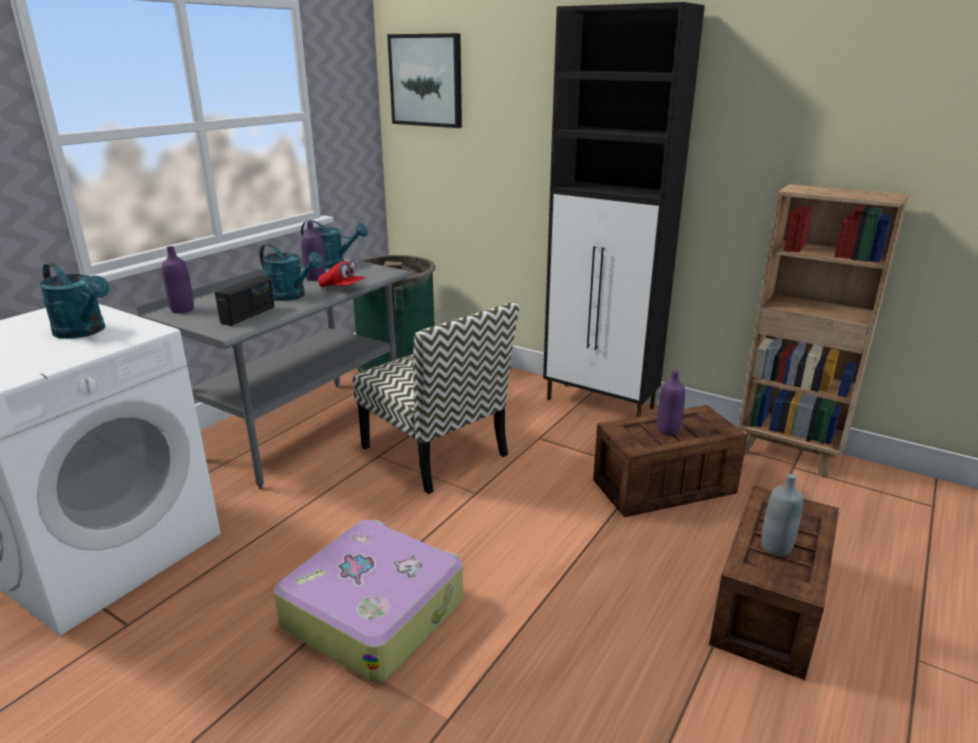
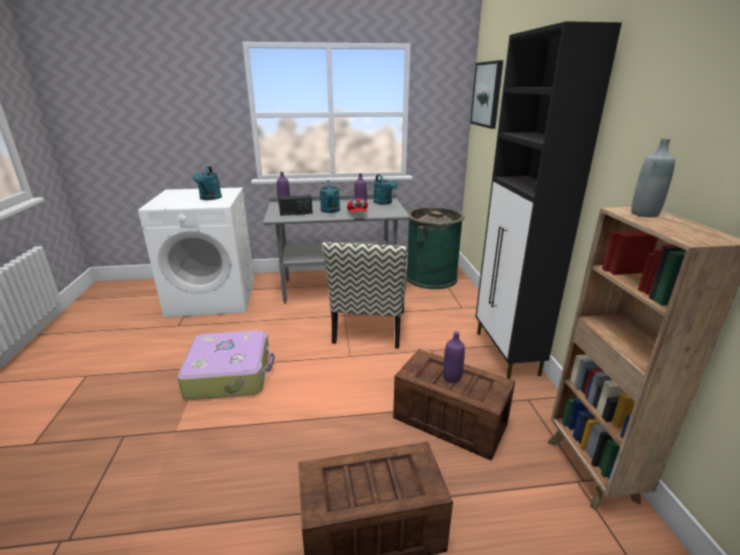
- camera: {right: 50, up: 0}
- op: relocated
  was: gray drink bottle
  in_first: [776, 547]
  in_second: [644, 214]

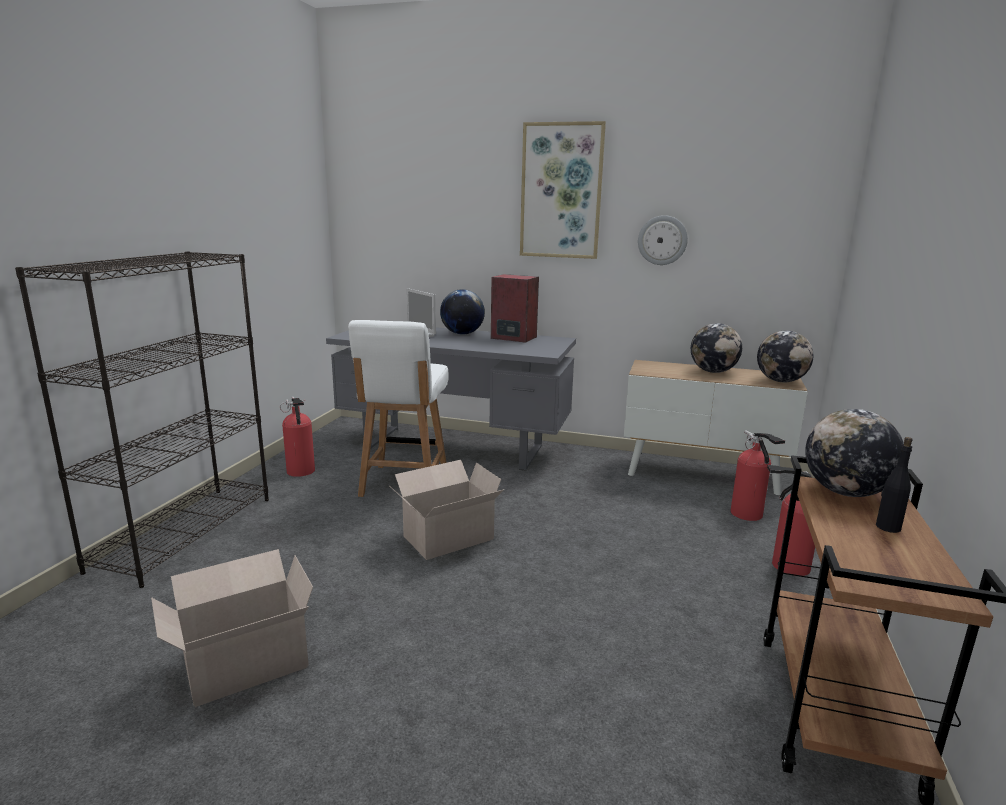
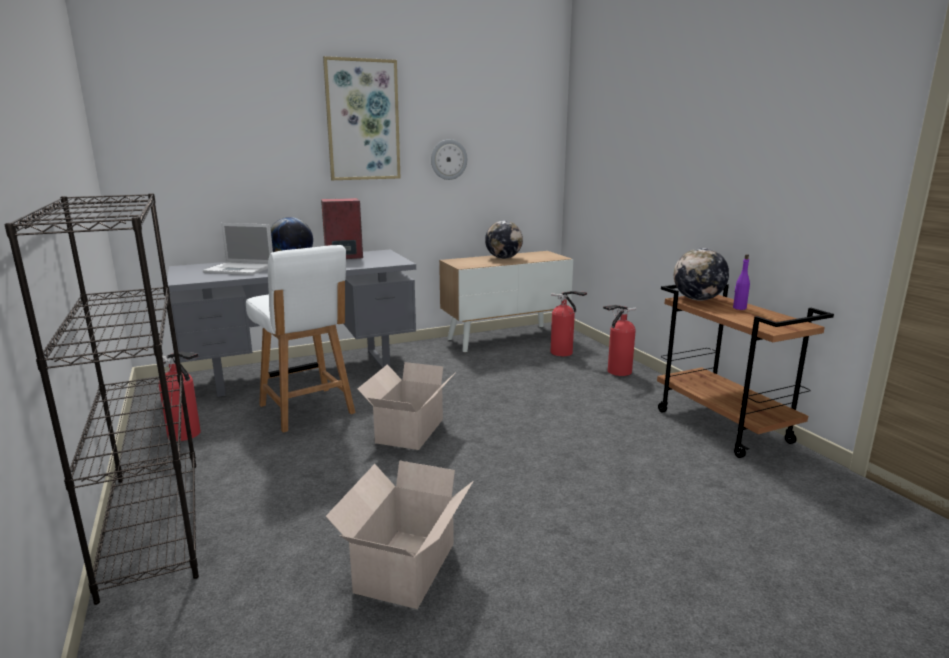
- camera: {right: -40, up: 0}
- op: missing
  was: globe
  in_first: [780, 381]
- op: colour
  was: blackish drink bottle
  now: purple drink bottle
  in_first: [887, 527]
  in_second: [739, 308]

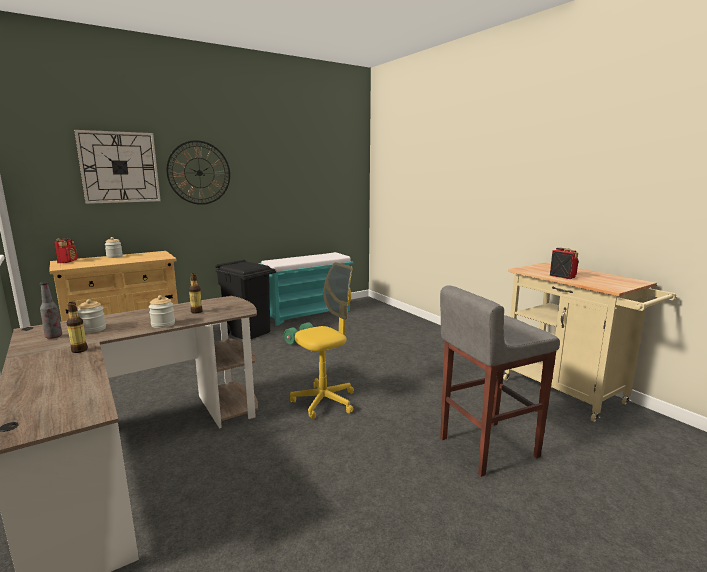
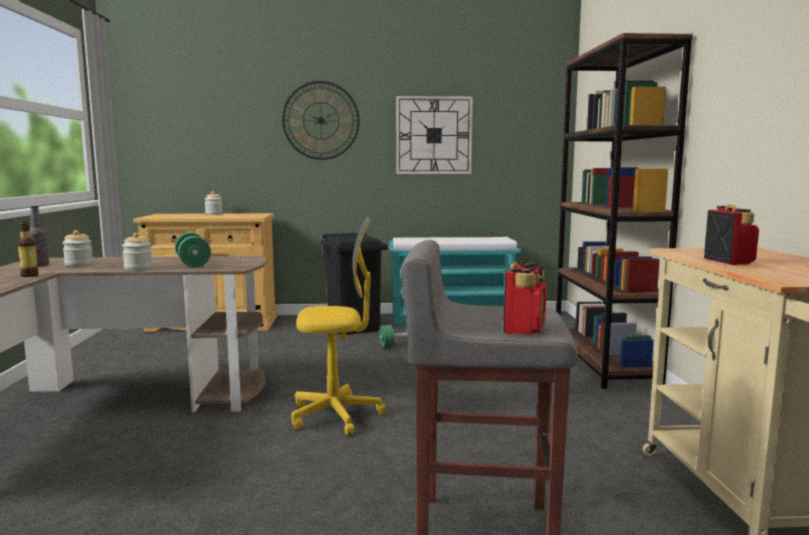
- camera: {right: 30, up: -5}
- op: appeared
  now: brown-coloured bookcase
  in_second: [603, 363]
- op: relocated
  was: radio
  in_first: [68, 261]
  in_second: [524, 328]
- op: relocated
  was: clock on the wall
  in_first: [119, 167]
  in_second: [433, 135]
- op: exchanged
  was: drink bottle
  now: green-coloured dumbbell
  in_first: [196, 312]
  in_second: [193, 263]

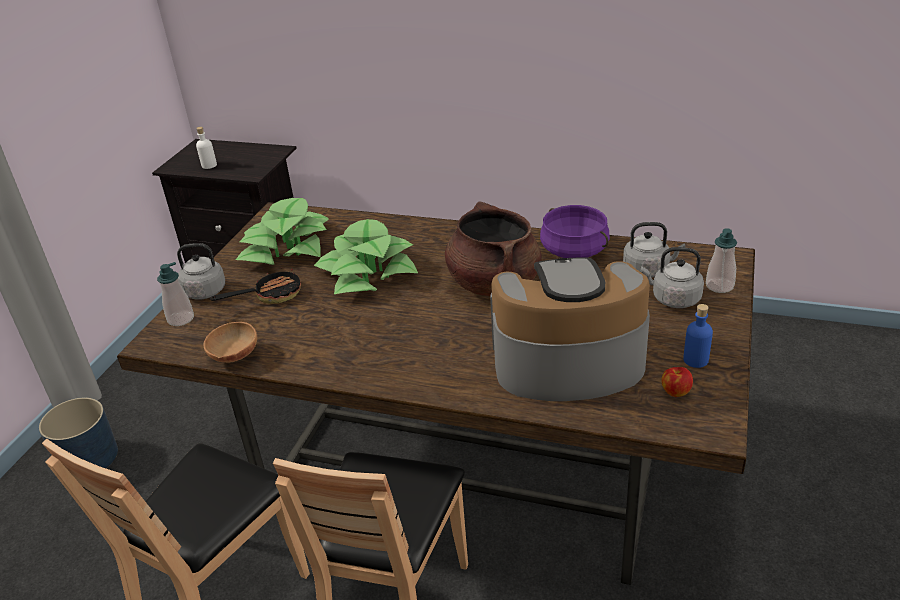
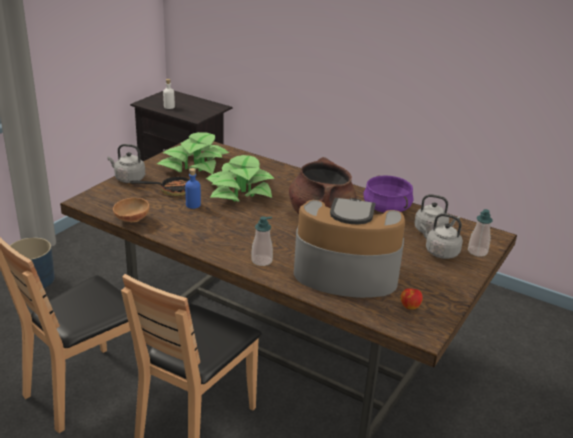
- camera: {right: 10, up: -5}
- op: relocated
  was: soap bottle
  in_first: [181, 319]
  in_second: [261, 261]
- op: relocated
  was: blue drink bottle
  in_first: [695, 360]
  in_second: [193, 205]

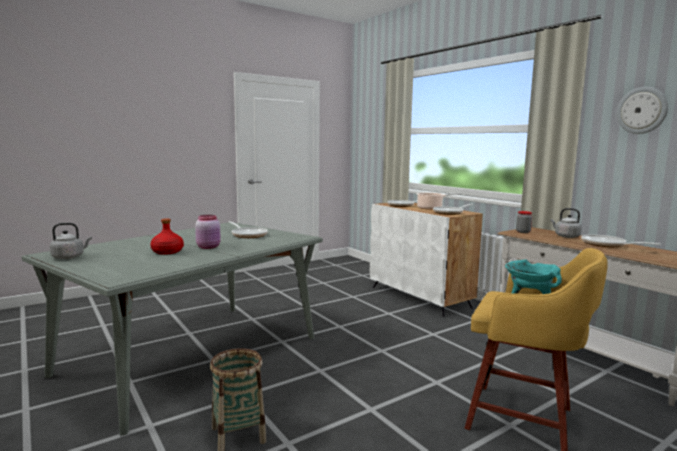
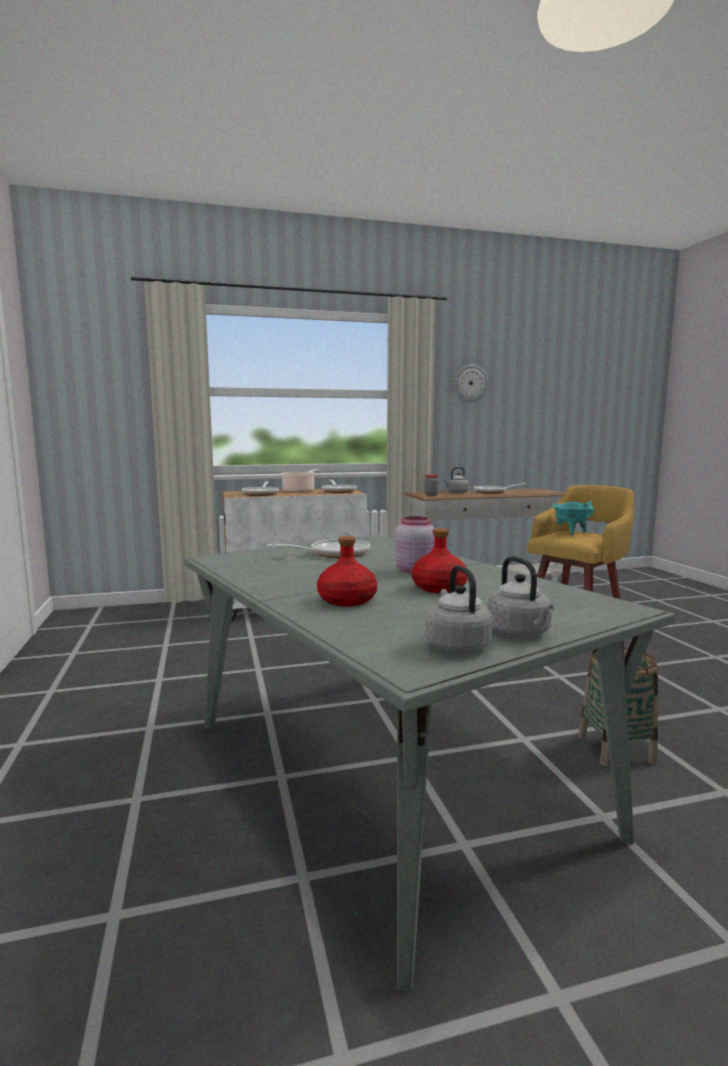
- camera: {right: -70, up: 0}
- op: appeared
  now: red drink bottle
  in_second: [346, 600]
- op: appeared
  now: gray tea kettle
  in_second: [520, 633]

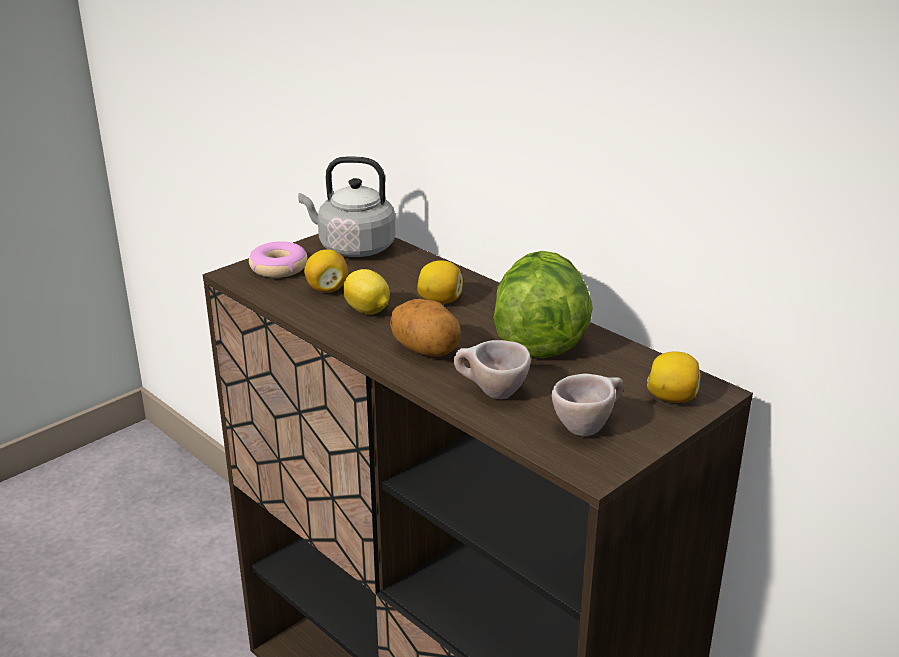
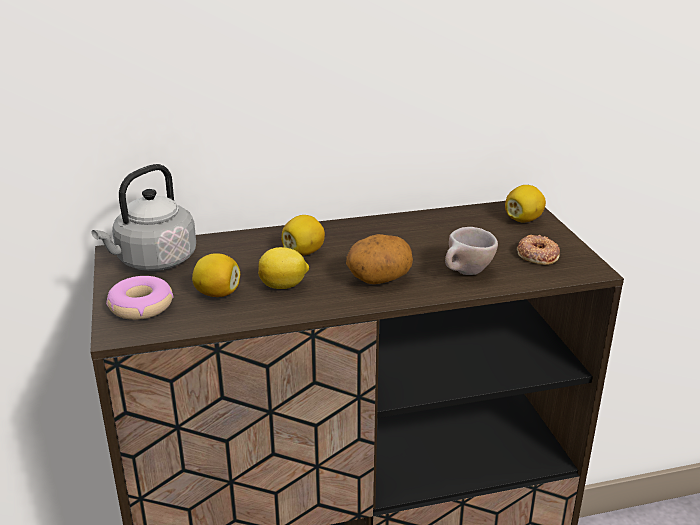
- camera: {right: -60, up: 0}
- op: missing
  was: lettuce
  in_first: [539, 337]
- op: exchanged
  was: beige-coloured drinking cup
  now: ring doughnut
  in_first: [588, 426]
  in_second: [537, 255]

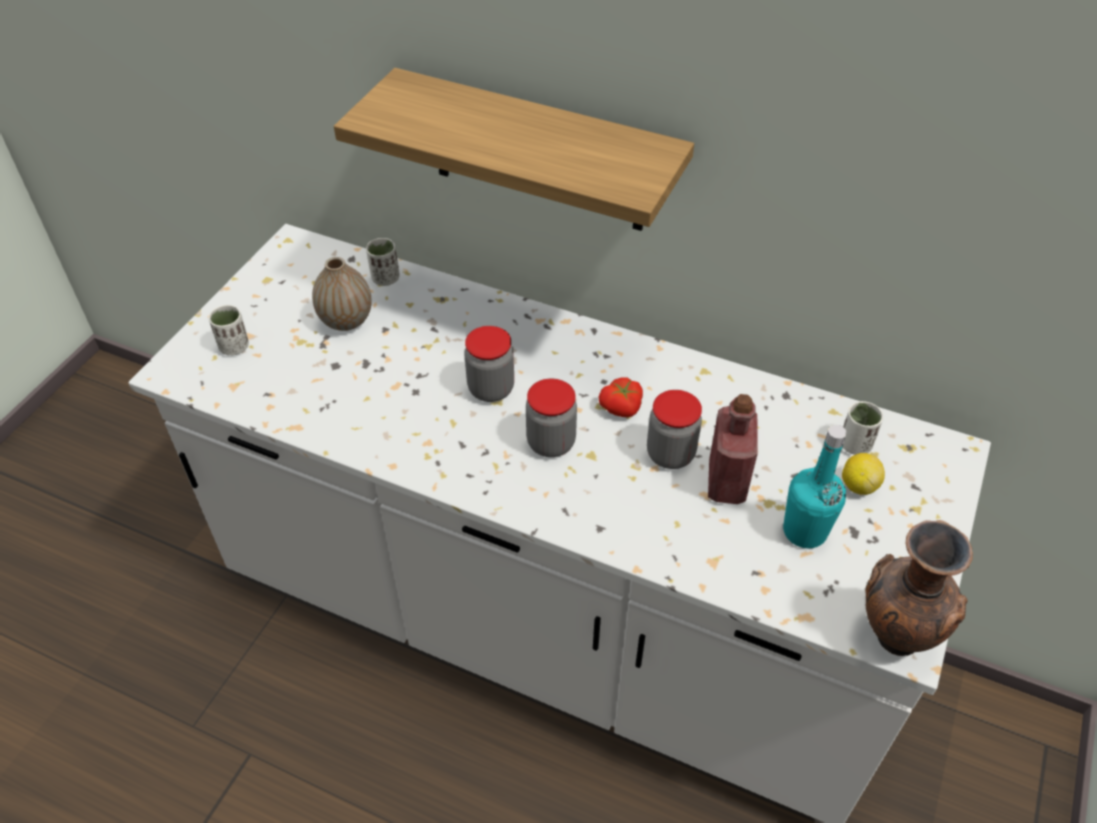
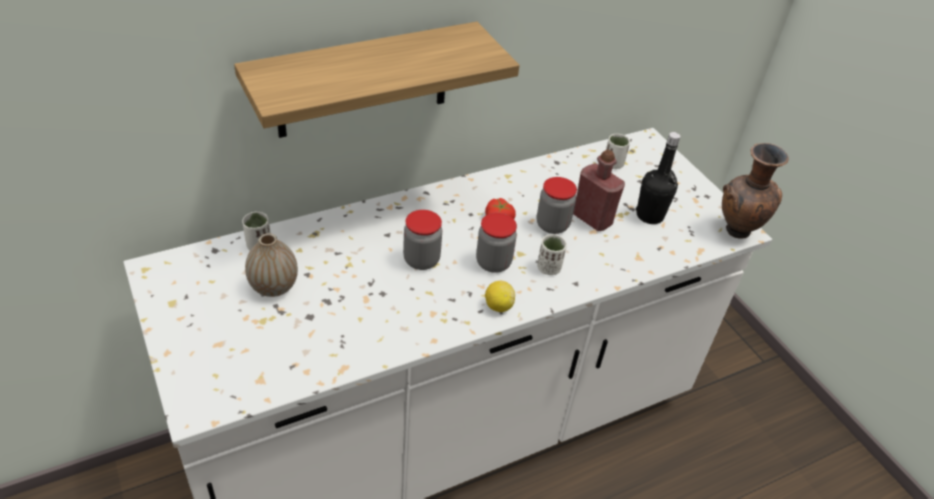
- camera: {right: -55, up: -5}
- op: relocated
  was: white-coloured drinking cup
  in_first: [234, 347]
  in_second: [548, 268]
- op: relocated
  was: whole lemon
  in_first: [858, 485]
  in_second: [498, 306]
- op: colour
  was: turquoise drink bottle
  now: blackish drink bottle
  in_first: [804, 531]
  in_second: [649, 215]

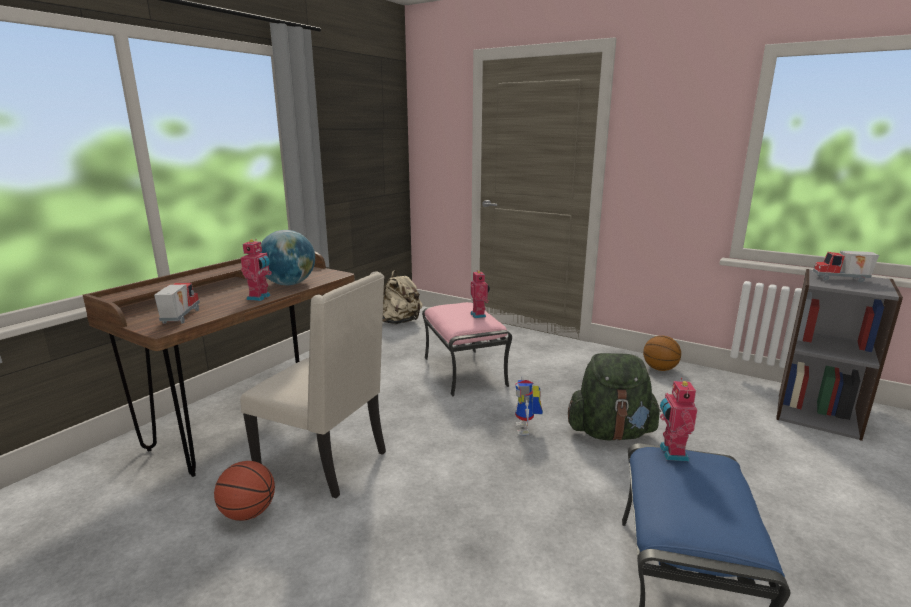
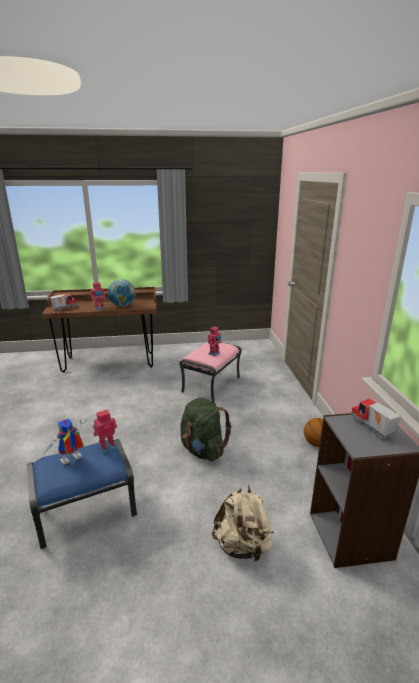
- camera: {right: 50, up: 5}
- op: missing
  was: ball for basketball
  in_first: [248, 513]
- op: missing
  was: beige-coloured upright chair
  in_first: [326, 462]
- op: relocated
  was: beige-coloured rucksack
  in_first: [400, 322]
  in_second: [242, 546]
- op: relocated
  was: robot figure
  in_first: [526, 430]
  in_second: [70, 461]

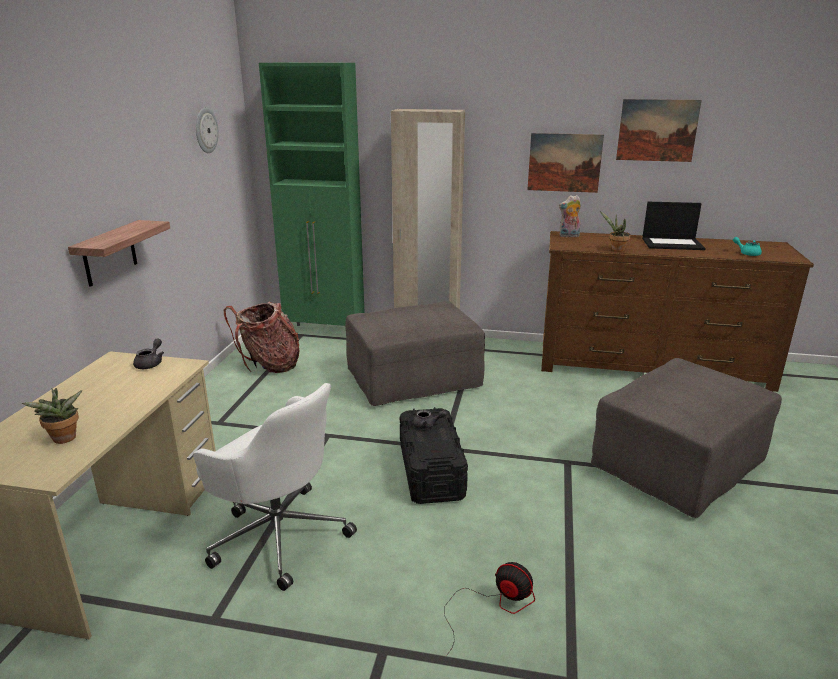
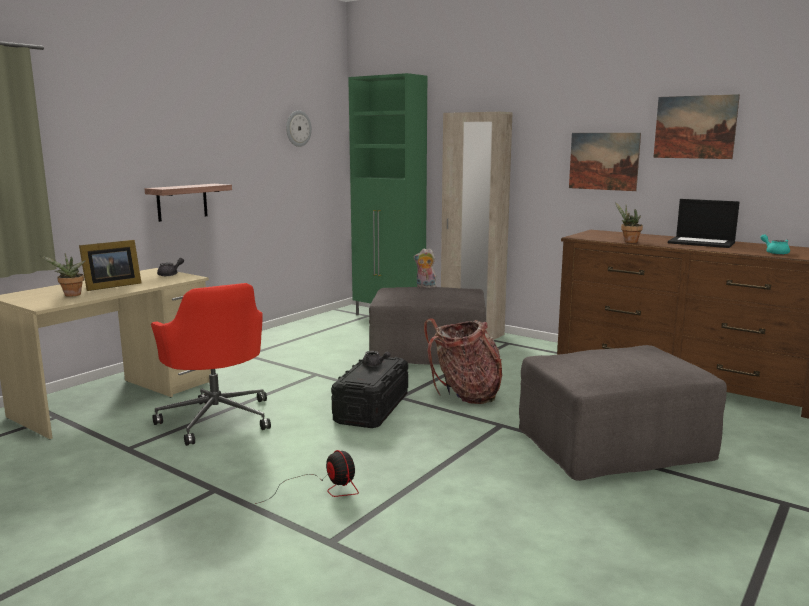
- camera: {right: 25, up: -10}
- op: appeared
  now: standing frame
  in_second: [110, 286]
- op: relocated
  was: rucksack
  in_first: [269, 365]
  in_second: [465, 395]
- op: relocated
  was: cuddly toy
  in_first: [569, 236]
  in_second: [425, 287]
- op: colour
  was: white-coloured office chair
  now: red office chair
  in_first: [278, 534]
  in_second: [217, 418]

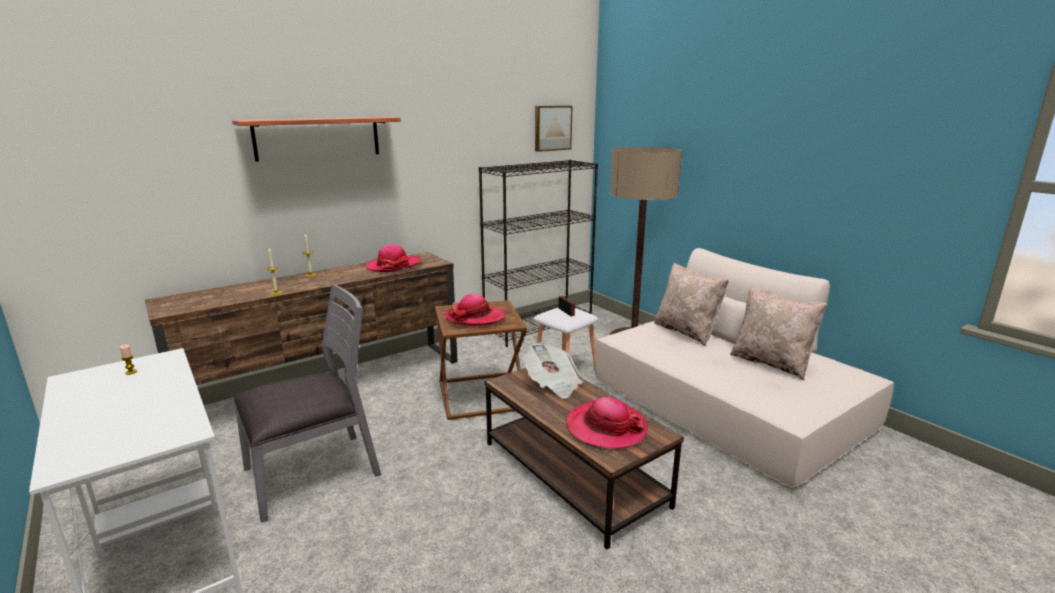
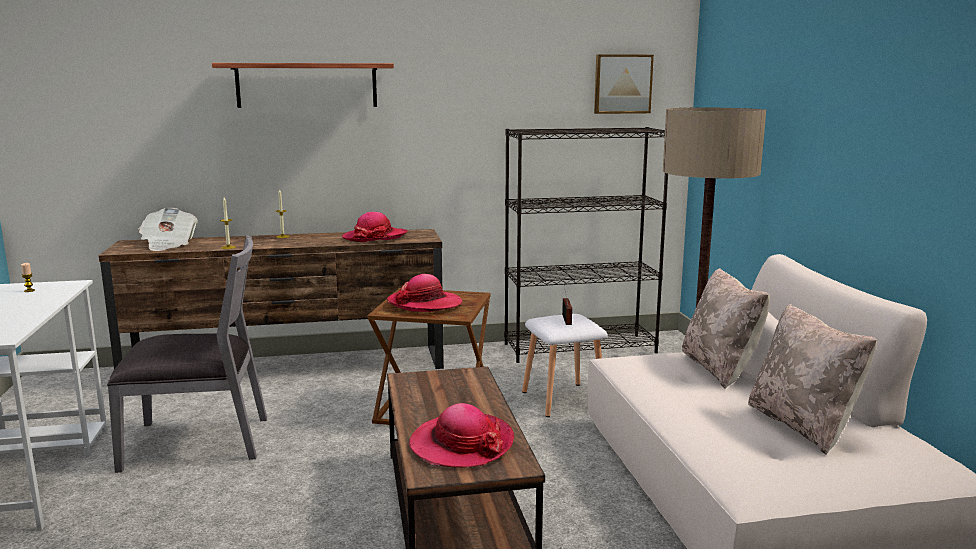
- camera: {right: 25, up: -5}
- op: relocated
  was: printed paper
  in_first: [553, 384]
  in_second: [168, 244]

